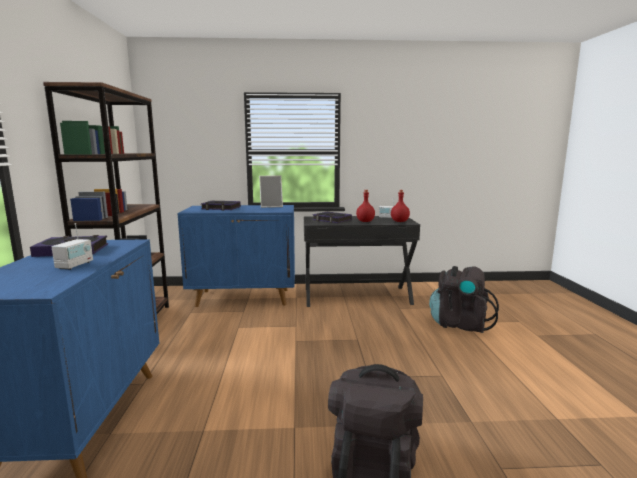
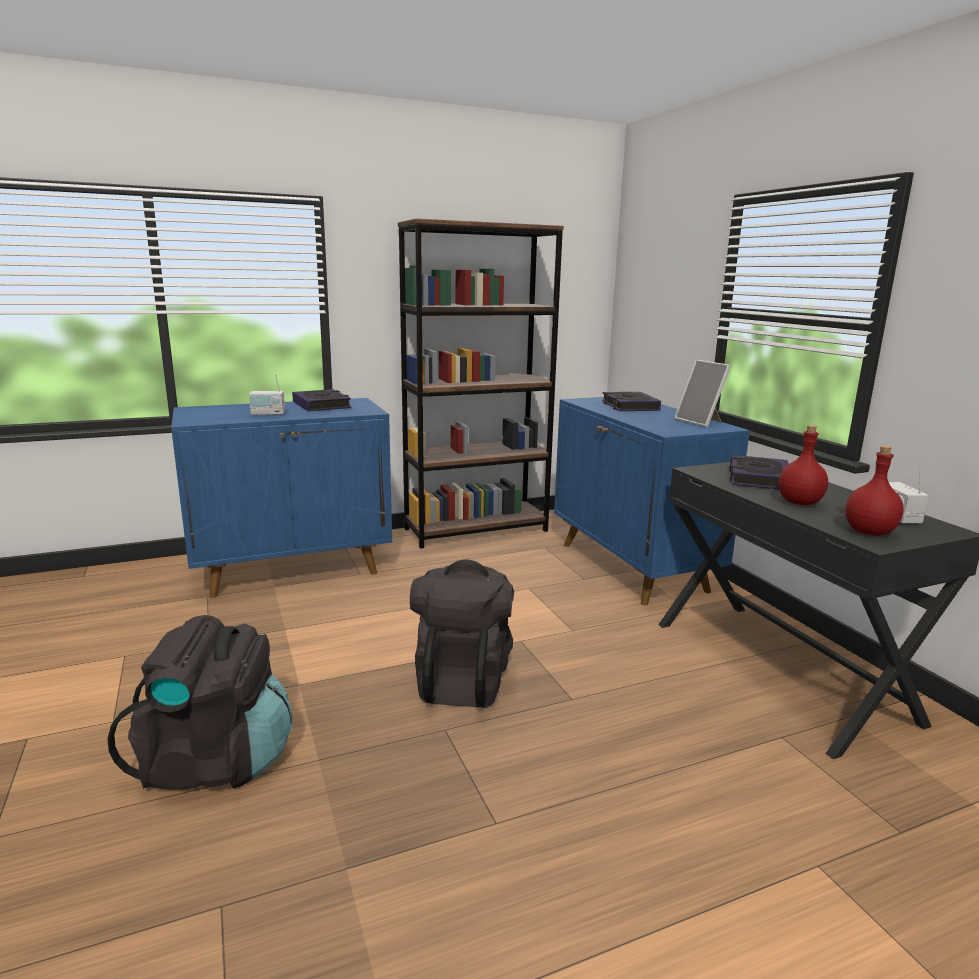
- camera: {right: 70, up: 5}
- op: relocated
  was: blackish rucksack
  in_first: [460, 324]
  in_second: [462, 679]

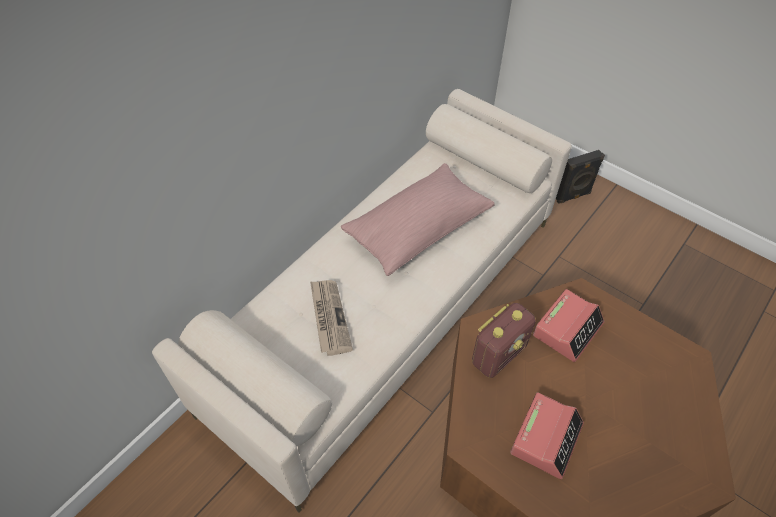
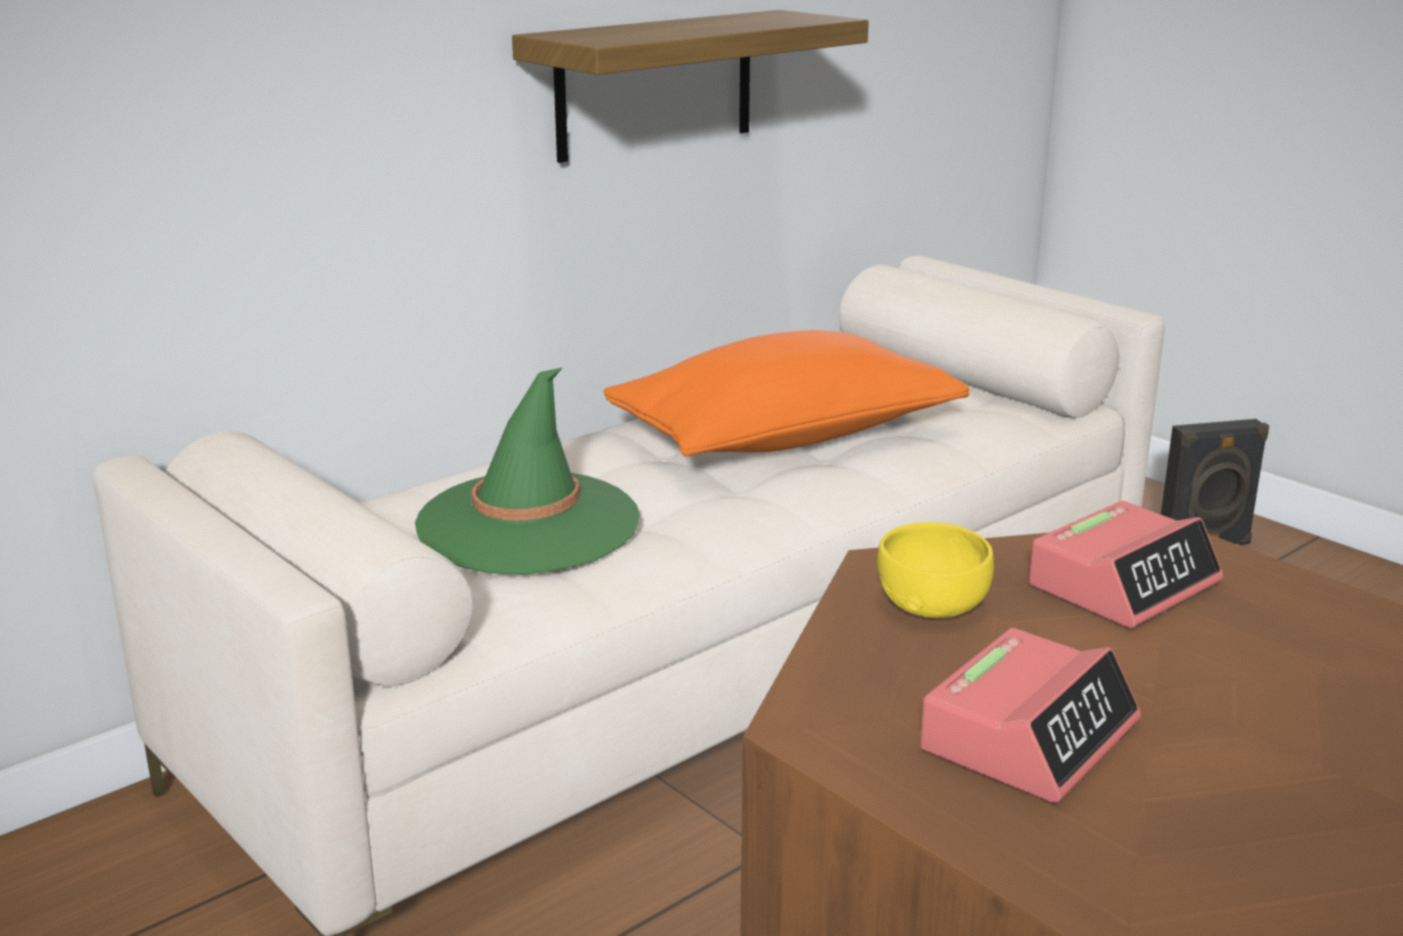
- camera: {right: 10, up: -30}
- op: appeared
  now: wall shelf
  in_second: [655, 84]
- op: exchanged
  was: printed paper
  now: green-coloured wearable hat
  in_first: [329, 317]
  in_second: [528, 524]
- op: exchanged
  was: radio
  now: yellow-coloured bowl
  in_first: [499, 354]
  in_second: [931, 603]
- op: colour
  was: pinkish cushion
  now: orangey cushion
  in_first: [417, 229]
  in_second: [785, 438]

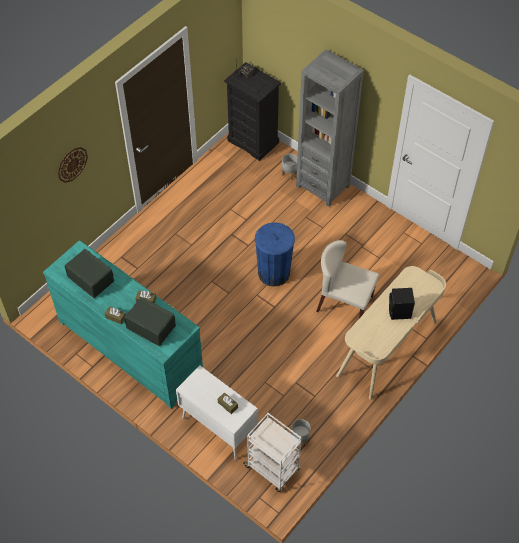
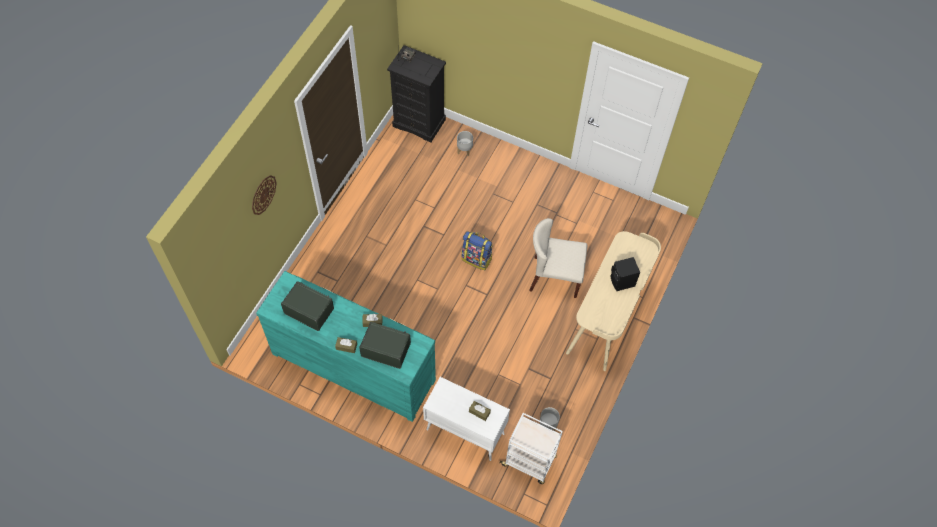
- camera: {right: -15, up: 5}
- op: missing
  was: gray bookcase
  in_first: [323, 185]
- op: exchanged
  was: blue rubbish bin
  now: rucksack
  in_first: [274, 273]
  in_second: [477, 259]

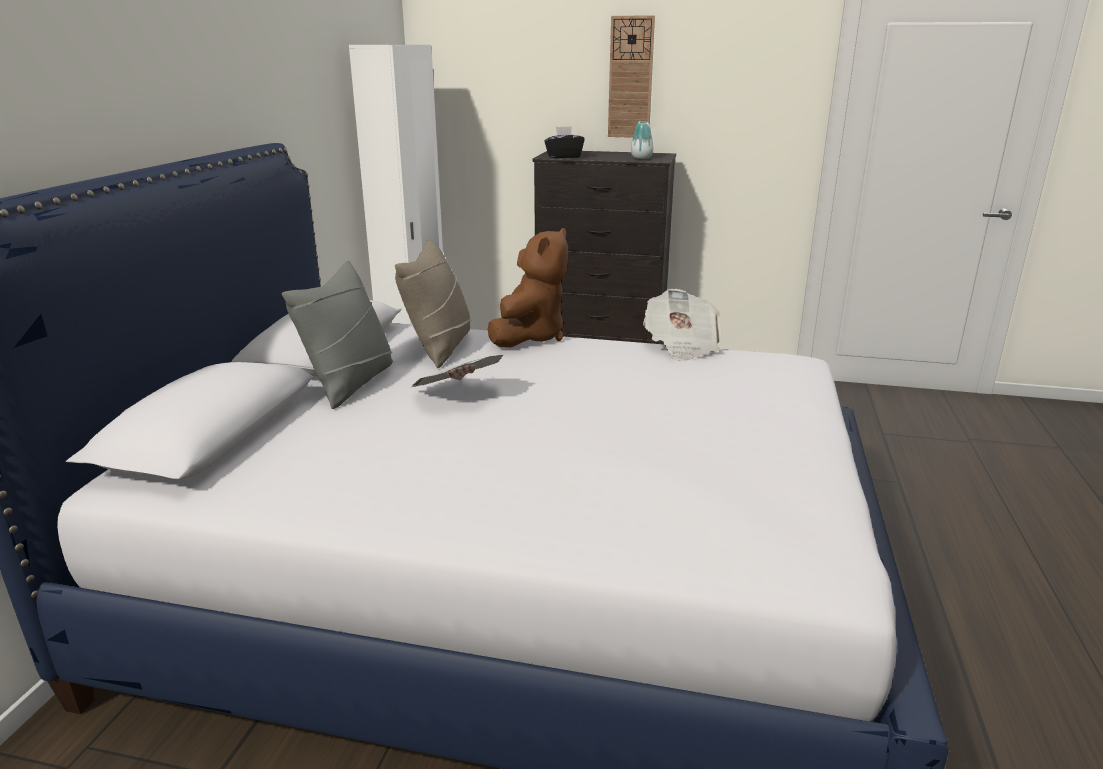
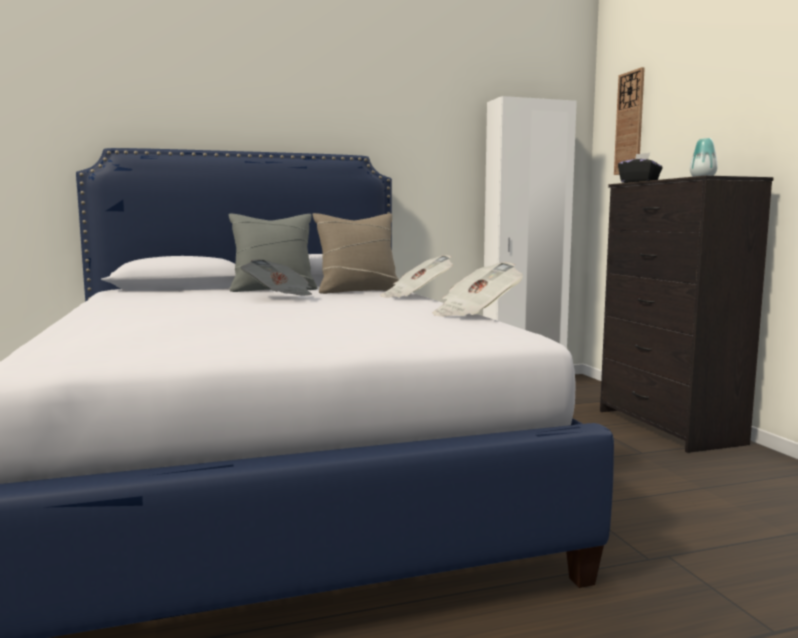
- camera: {right: 60, up: -15}
- op: relocated
  was: clock on the wall
  in_first: [630, 78]
  in_second: [629, 123]
- op: exchanged
  was: brown-coloured cuddly toy
  now: printed paper
  in_first: [530, 337]
  in_second: [416, 296]

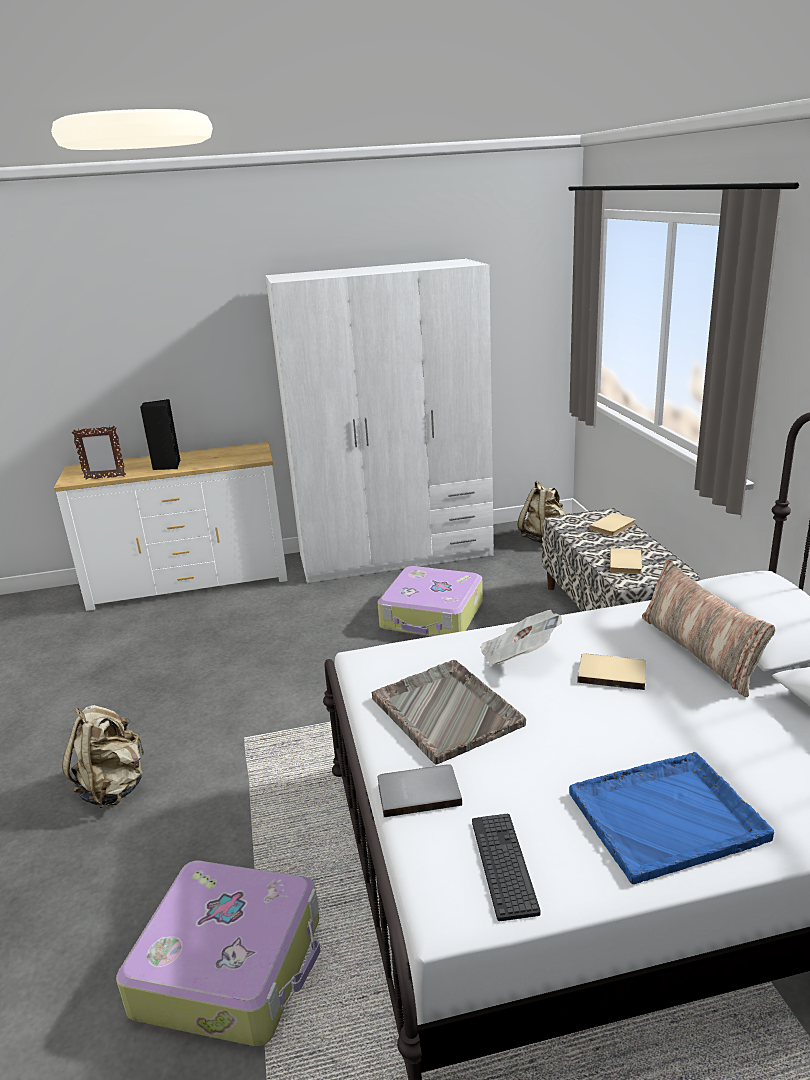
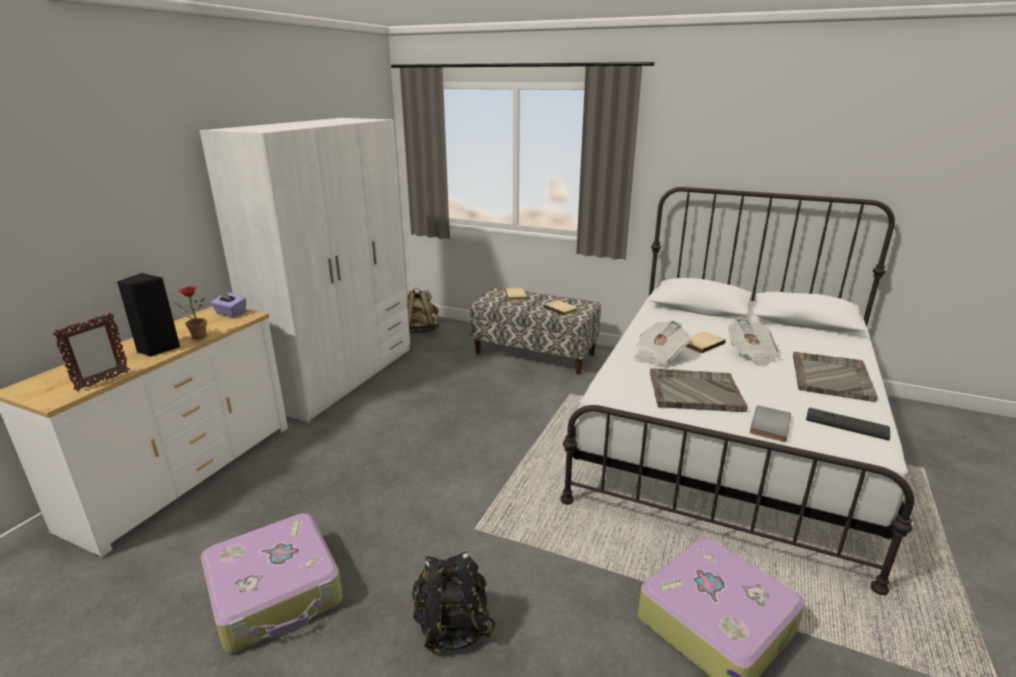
- camera: {right: -55, up: 0}
- op: missing
  was: cushion
  in_first: [700, 651]
- op: appeared
  now: potted plant
  in_second: [196, 337]
- op: appeared
  now: purple tissue holder
  in_second: [230, 313]
- op: appeared
  now: printed paper
  in_second: [751, 355]
- op: relocated
  was: piece of luggage
  in_first: [432, 616]
  in_second: [276, 592]
- op: colour
  was: beige-coloured rucksack
  now: blackish rucksack
  in_first: [113, 788]
  in_second: [452, 627]
- op: colour
  was: blue carrying tray
  now: gray carrying tray
  in_first: [668, 816]
  in_second: [831, 377]

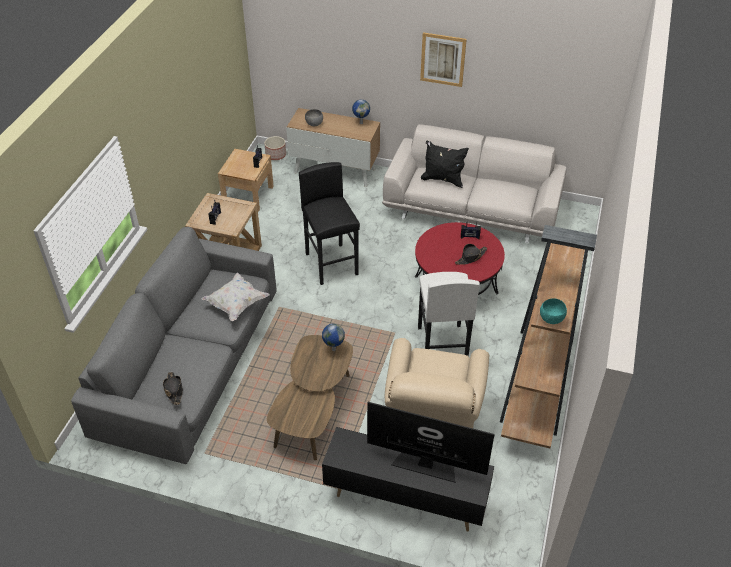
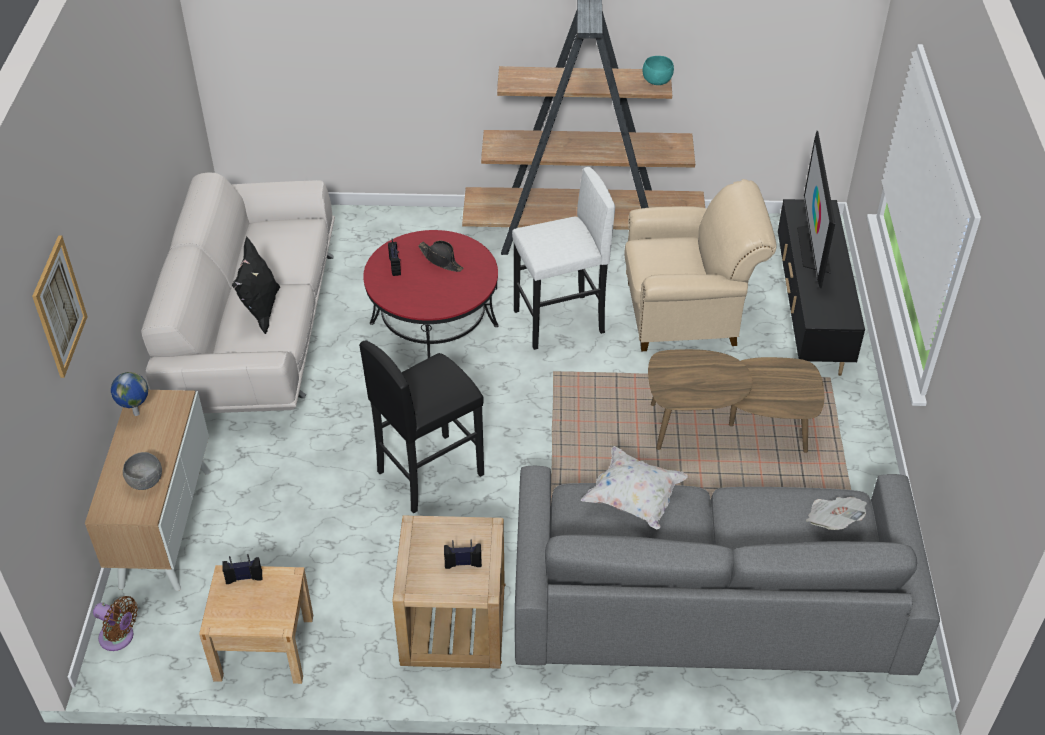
- camera: {right: -105, up: 0}
- op: missing
  was: globe
  in_first: [333, 349]
- op: relocated
  was: wall art
  in_first: [443, 59]
  in_second: [59, 306]
- op: exchanged
  was: blackish wearable hat
  now: printed paper
  in_first: [174, 390]
  in_second: [833, 521]
- op: exchanged
  was: planter
  now: brown-coloured cooling fan
  in_first: [276, 155]
  in_second: [119, 638]

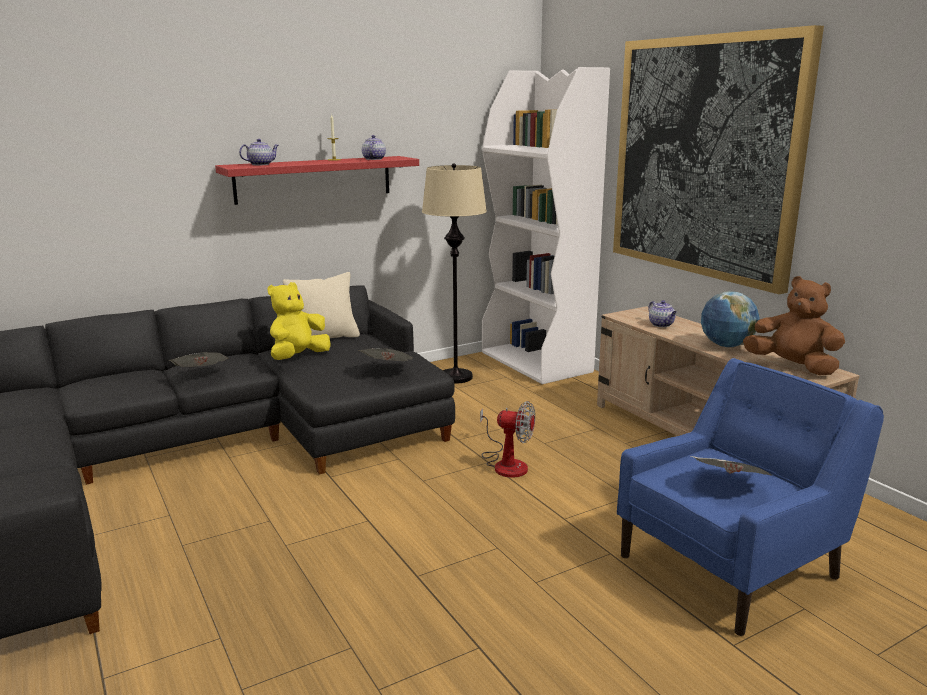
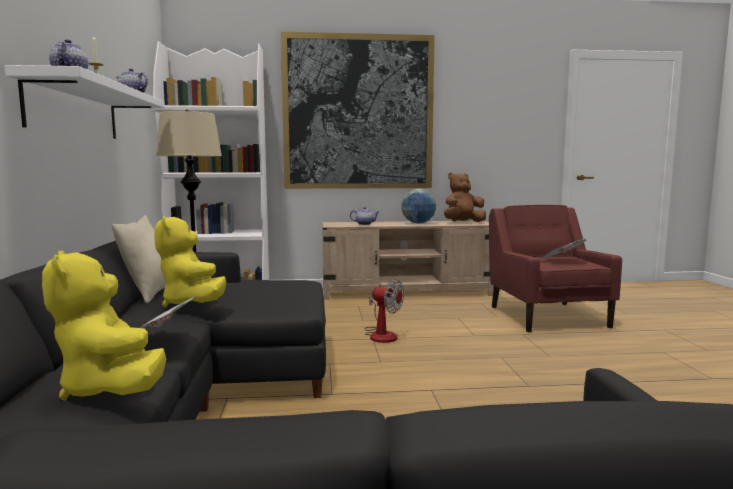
- camera: {right: -65, up: -10}
- op: missing
  was: printed paper
  in_first: [388, 369]
- op: appeared
  now: yellow-coloured cuddly toy
  in_second: [111, 389]
- op: colour
  was: red wall shelf
  now: white-coloured wall shelf
  in_first: [314, 179]
  in_second: [75, 110]
- op: colour
  was: blue lounge chair
  now: red lounge chair
  in_first: [730, 566]
  in_second: [547, 316]
- op: spun
  was: cooling fan
  in_first: [506, 463]
  in_second: [381, 334]
  clockwise: 75

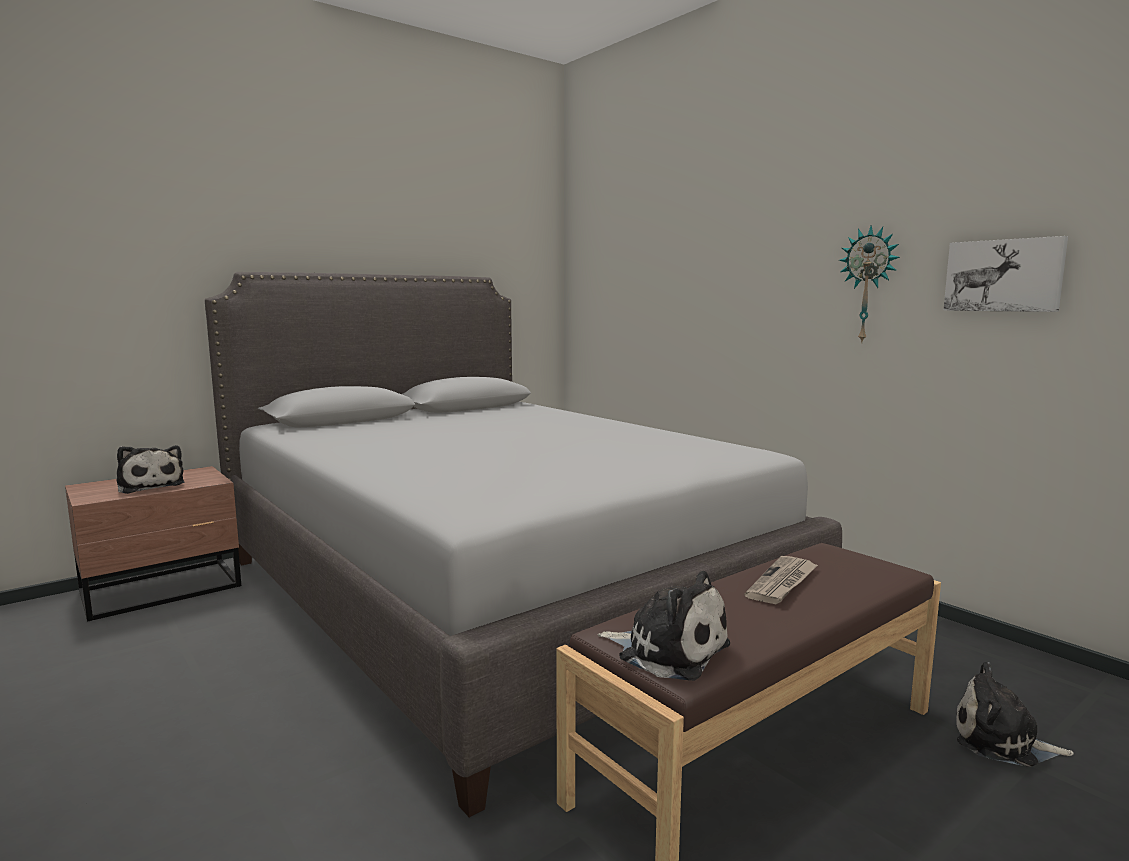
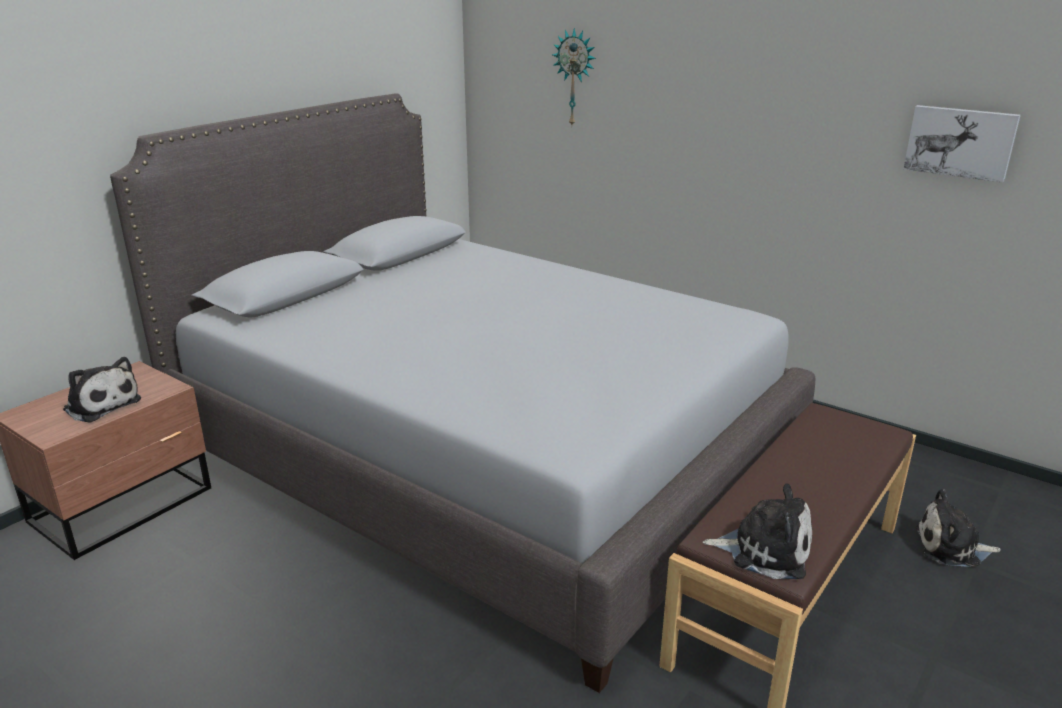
- camera: {right: -15, up: 15}
- op: missing
  was: printed paper
  in_first: [782, 583]
- op: relocated
  was: clock on the wall
  in_first: [868, 285]
  in_second: [575, 78]

